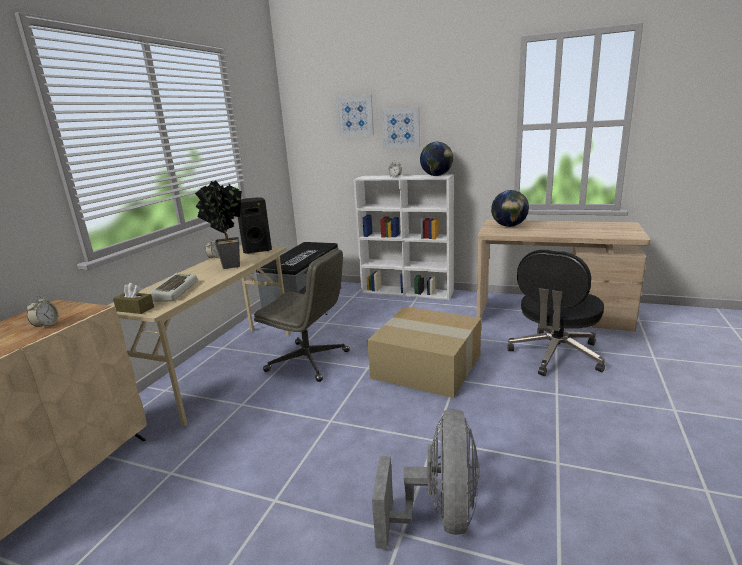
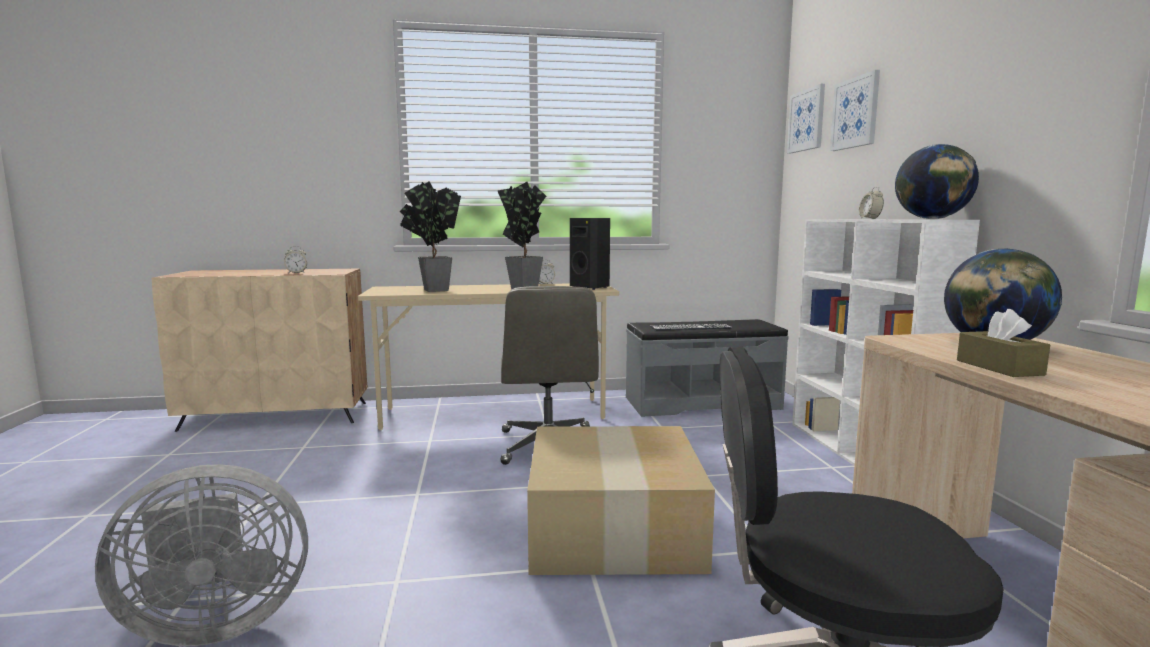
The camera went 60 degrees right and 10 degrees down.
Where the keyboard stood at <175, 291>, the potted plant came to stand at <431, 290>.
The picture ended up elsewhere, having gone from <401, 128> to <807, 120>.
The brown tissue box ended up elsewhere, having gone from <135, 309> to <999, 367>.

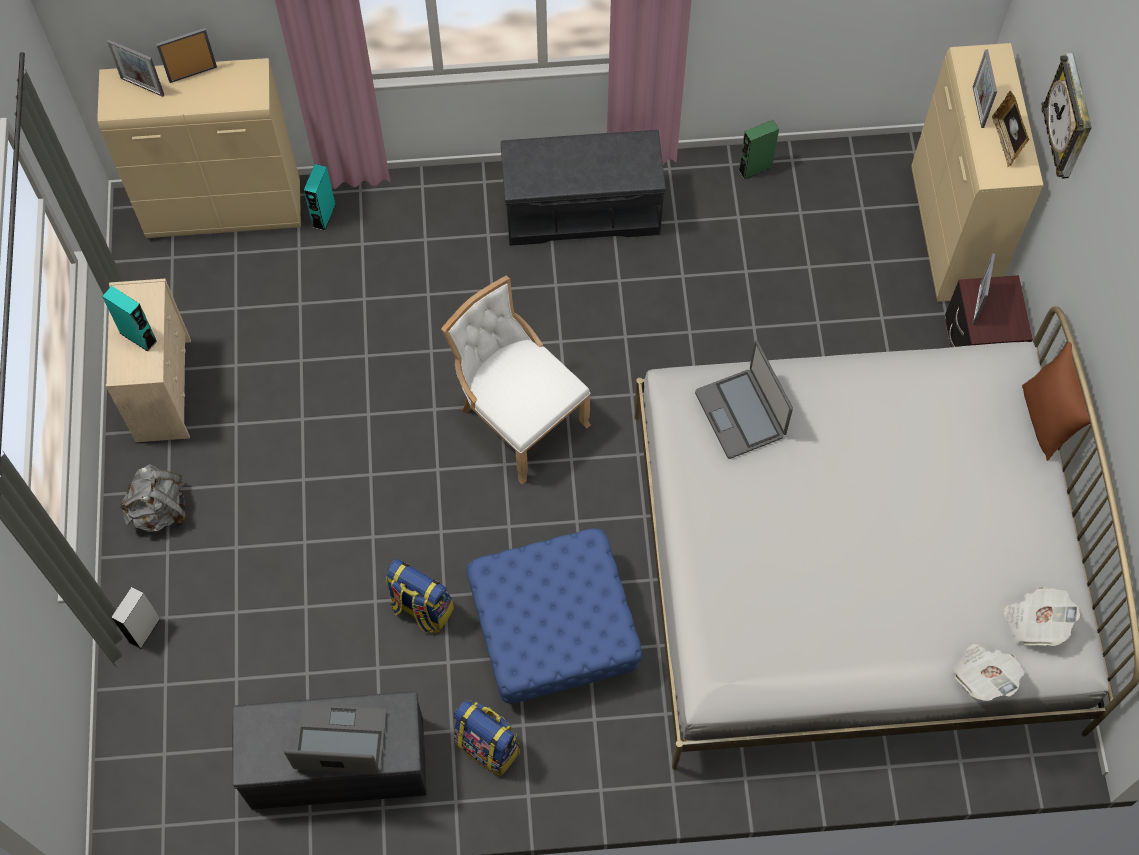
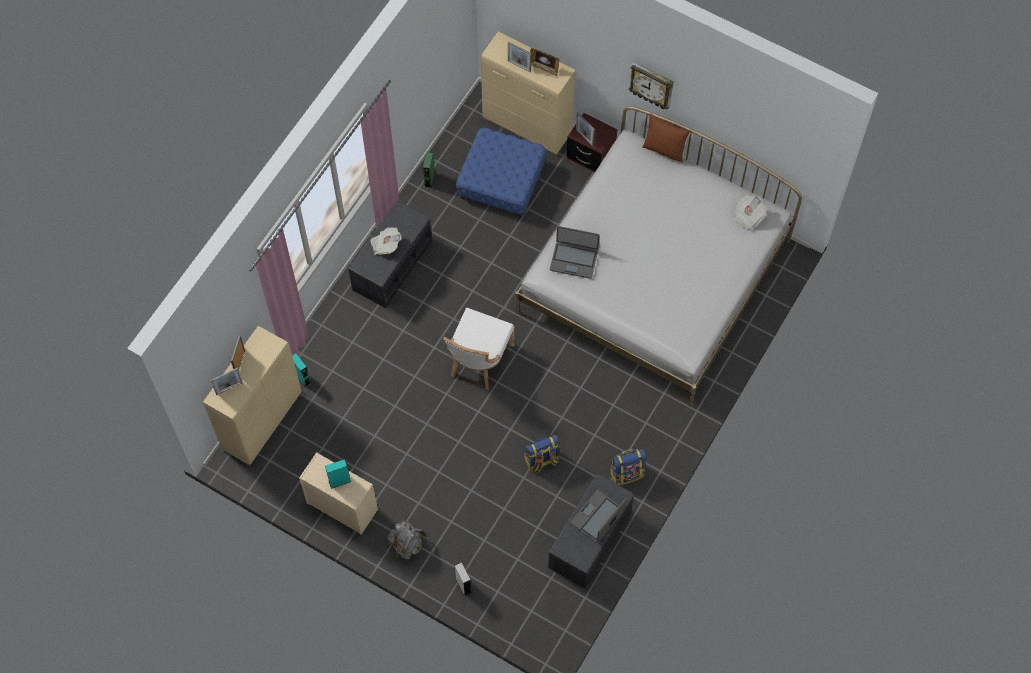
The camera went 55 degrees left and 0 degrees up.
The newspaper ended up elsewhere, having gone from <983, 676> to <385, 245>.
The white chair at <518, 417> ended up facing another way, 60 degrees counterclockwise from before.
The blue ottoman ended up elsewhere, having gone from <553, 630> to <501, 182>.
The wall clock ended up elsewhere, having gone from <1070, 119> to <651, 85>.

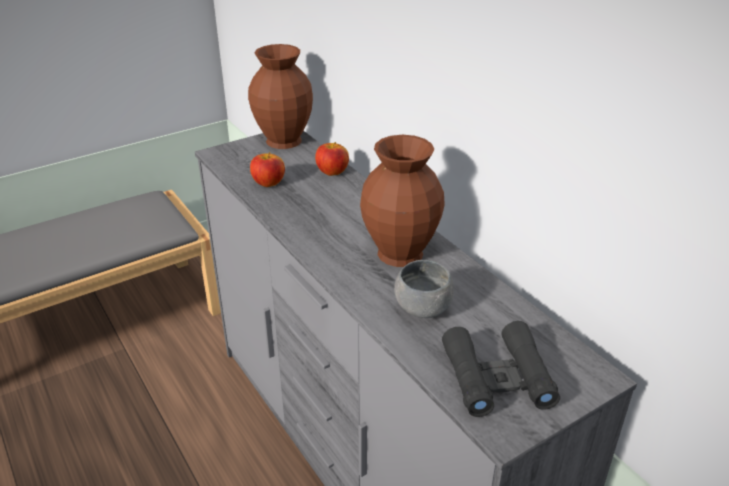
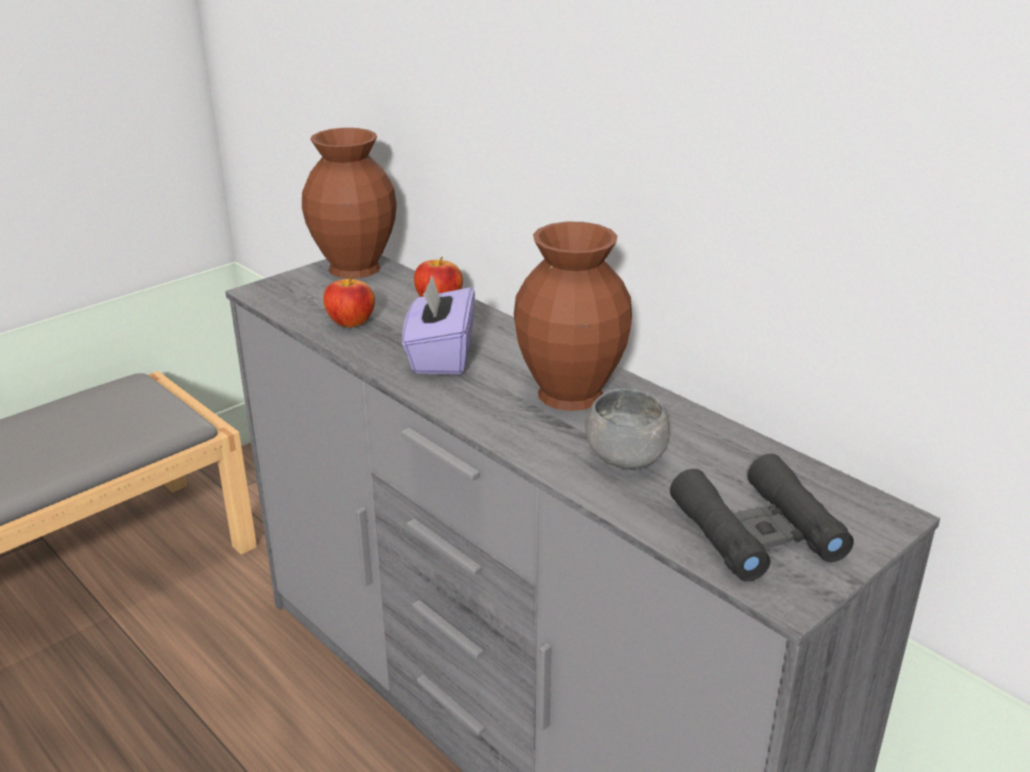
The camera went 10 degrees left and 5 degrees down.
The second view gained the purple tissue box at <440, 356>.

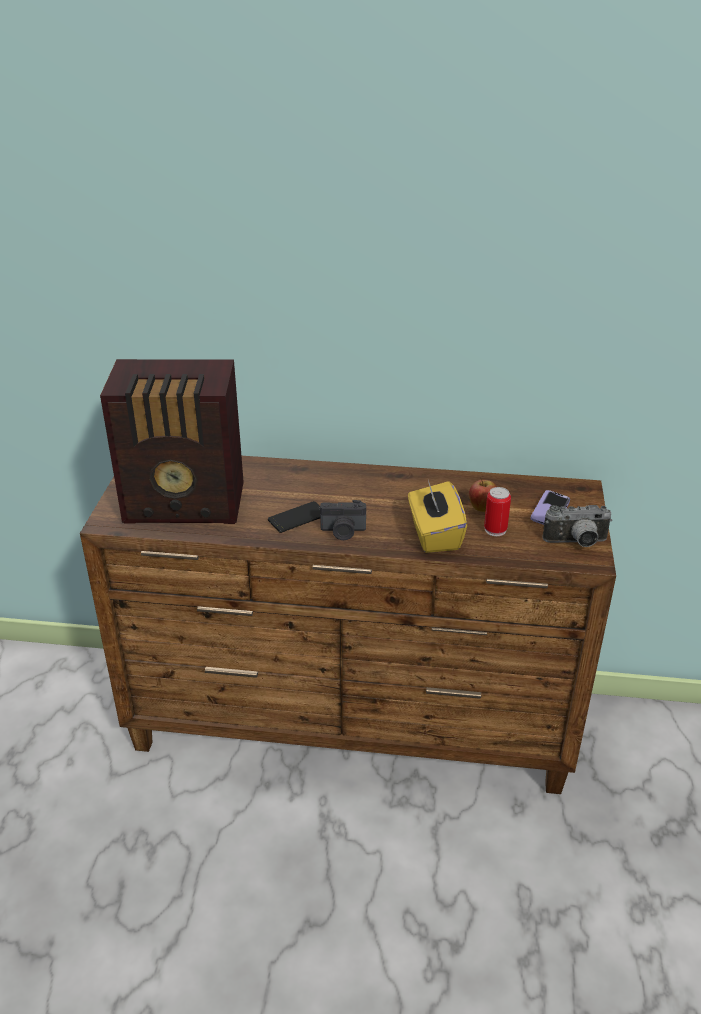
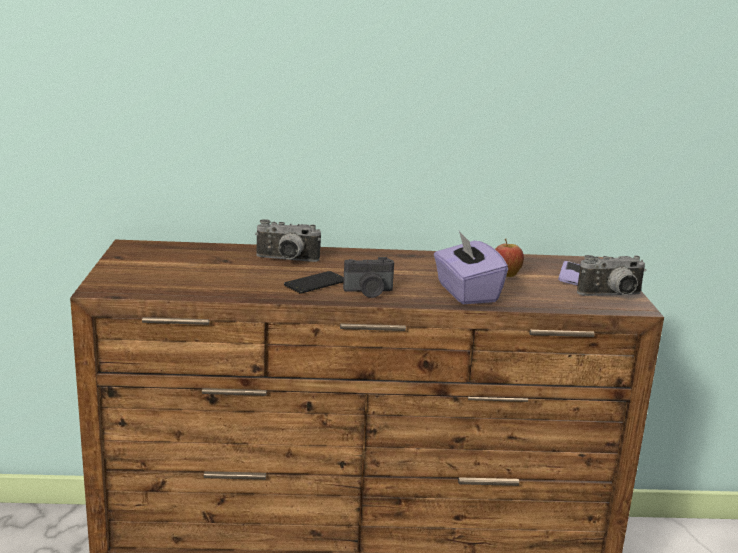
The camera went 10 degrees left and 15 degrees down.
The second view gained the photo camera at <286, 260>.
What was the yellow tissue box at <434, 535> turned into the purple tissue box at <466, 293>.
The second view lost the radio at <187, 505>.
The second view lost the can at <495, 529>.

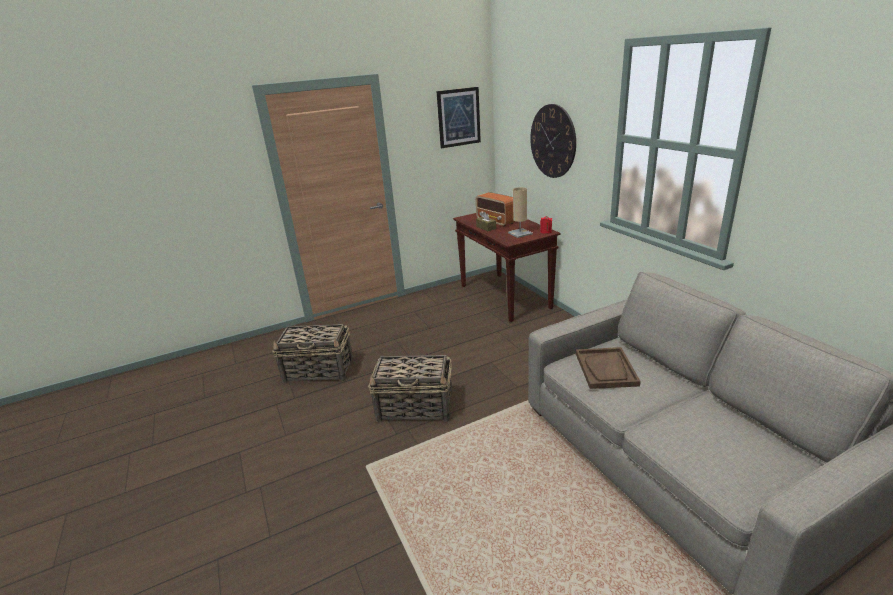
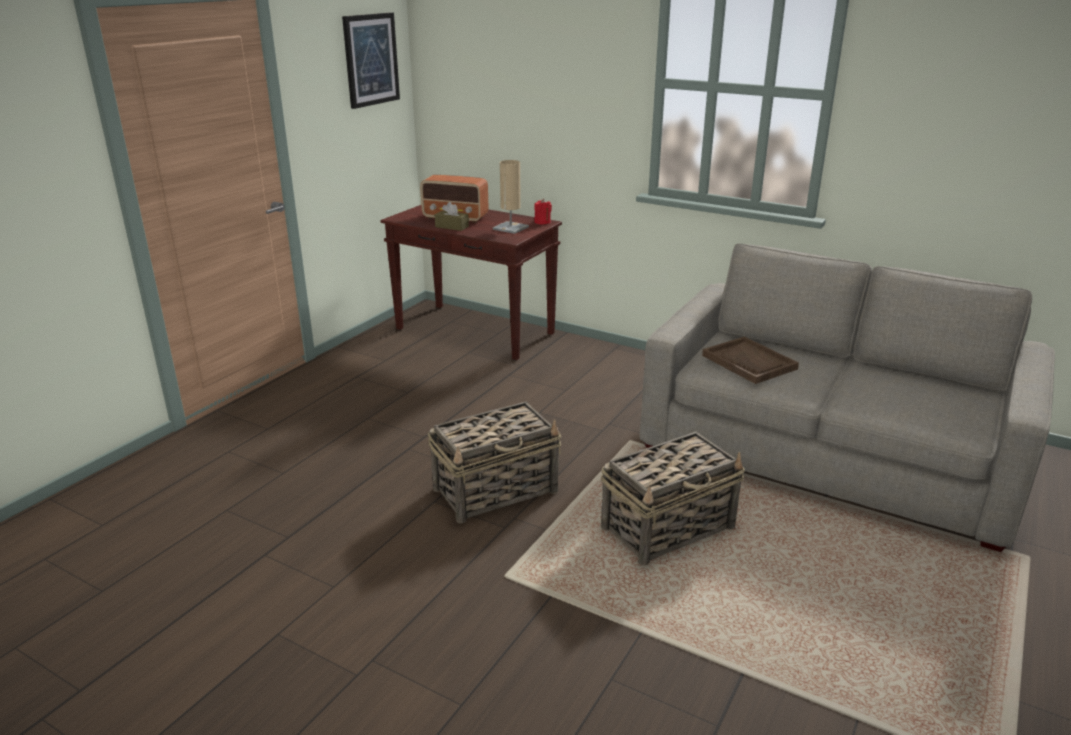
The camera went 35 degrees left and 0 degrees up.
The basket ended up elsewhere, having gone from <319, 370> to <669, 527>.
The second view lost the wall clock at <552, 141>.

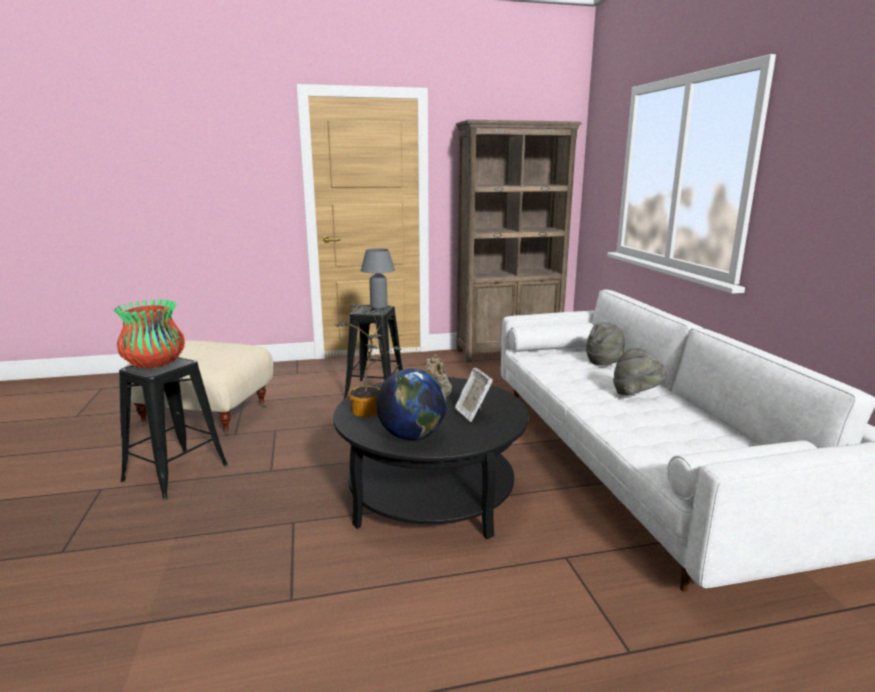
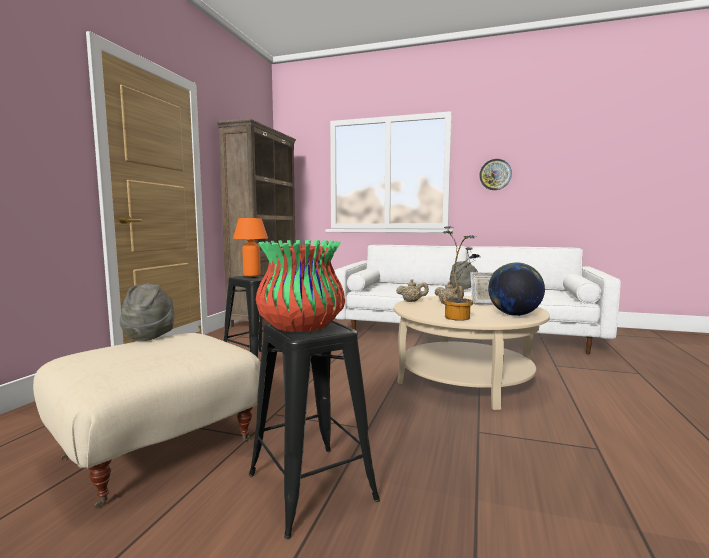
The camera went 60 degrees left and 10 degrees down.
The grey hat ended up elsewhere, having gone from <604, 361> to <150, 335>.
What was the grey table lamp at <379, 307> turned into the orange table lamp at <252, 275>.
What was the black coffee table at <431, 495> turned into the beige coffee table at <465, 379>.
The second view gained the wall clock at <495, 174>.

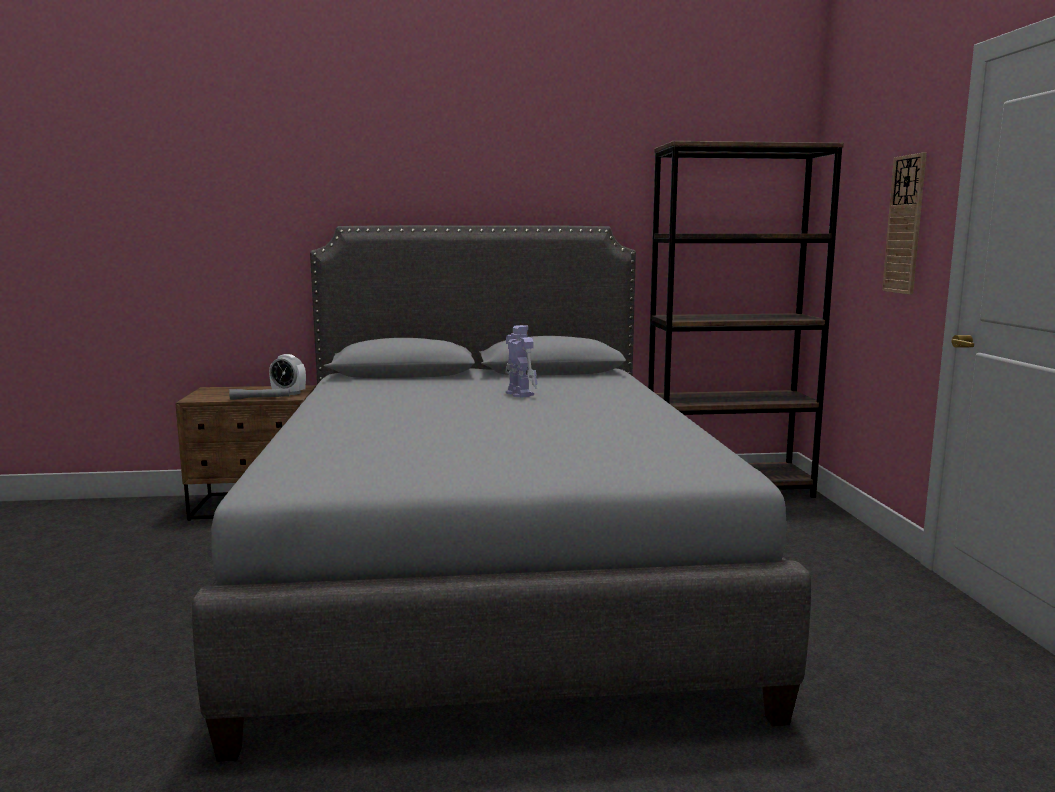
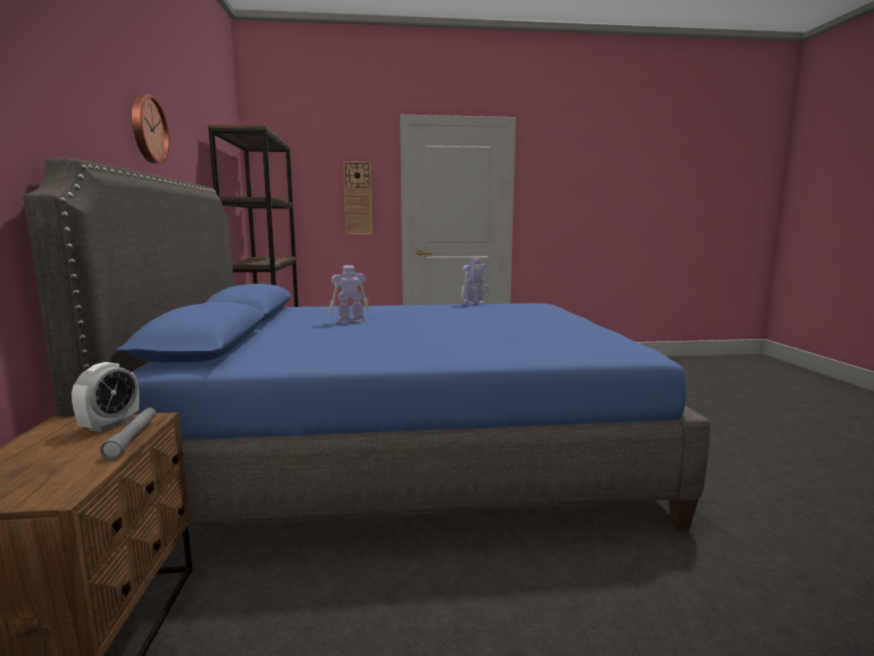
The camera went 90 degrees left and 0 degrees up.
What was the grey bed at <488, 573> turned into the blue bed at <401, 456>.
The second view gained the wall clock at <147, 129>.
The second view gained the toy robot at <474, 303>.

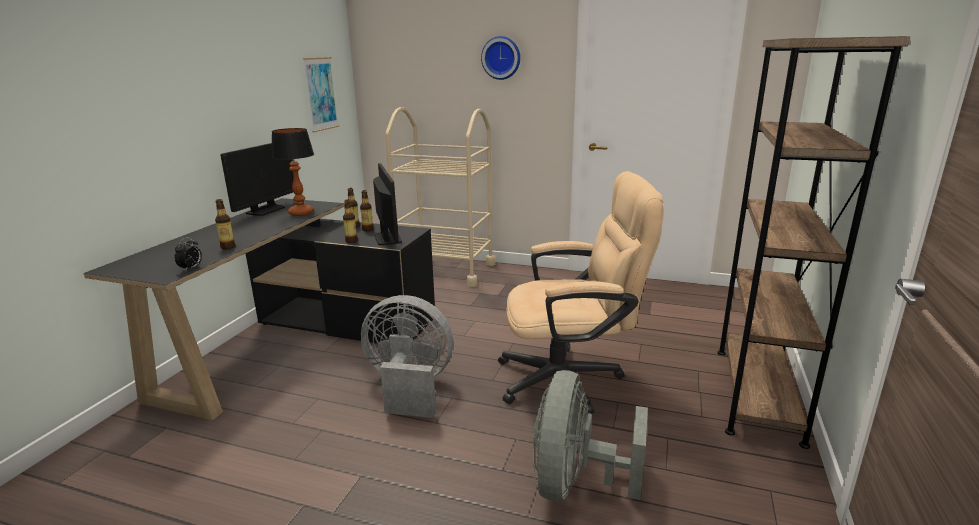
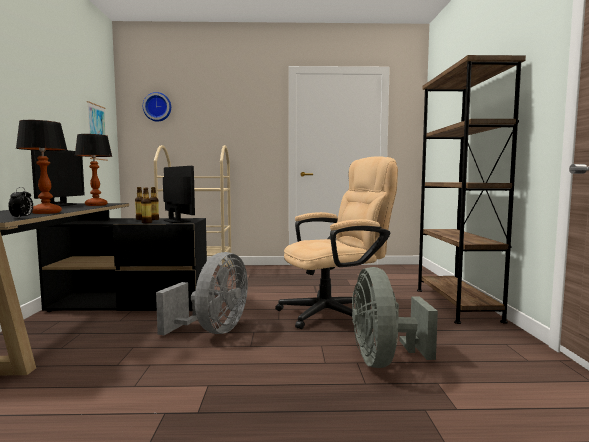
The camera went 20 degrees left and 15 degrees down.
Where the bottle stood at <228, 247>, the table lamp came to stand at <47, 212>.
The wall clock ended up elsewhere, having gone from <501, 58> to <157, 107>.
The grey fan at <409, 387> ended up facing another way, 120 degrees clockwise from before.

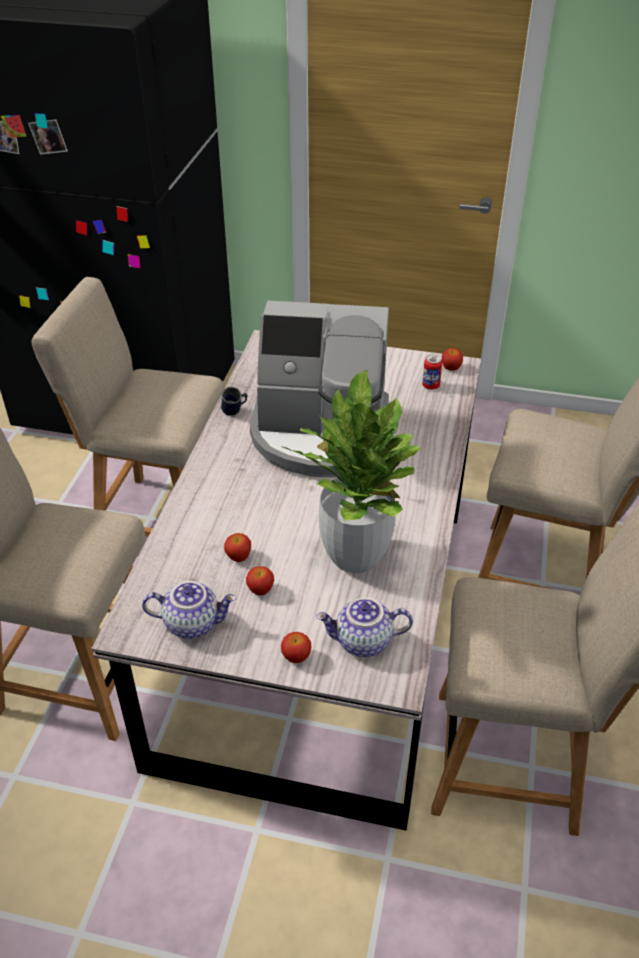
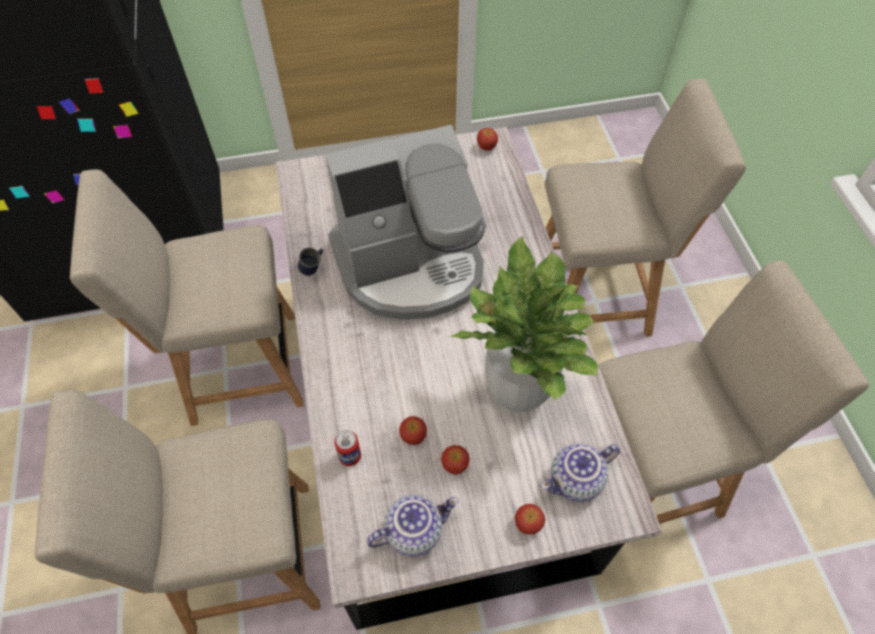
The camera went 25 degrees left and 15 degrees up.
The can ended up elsewhere, having gone from <430, 386> to <350, 456>.

